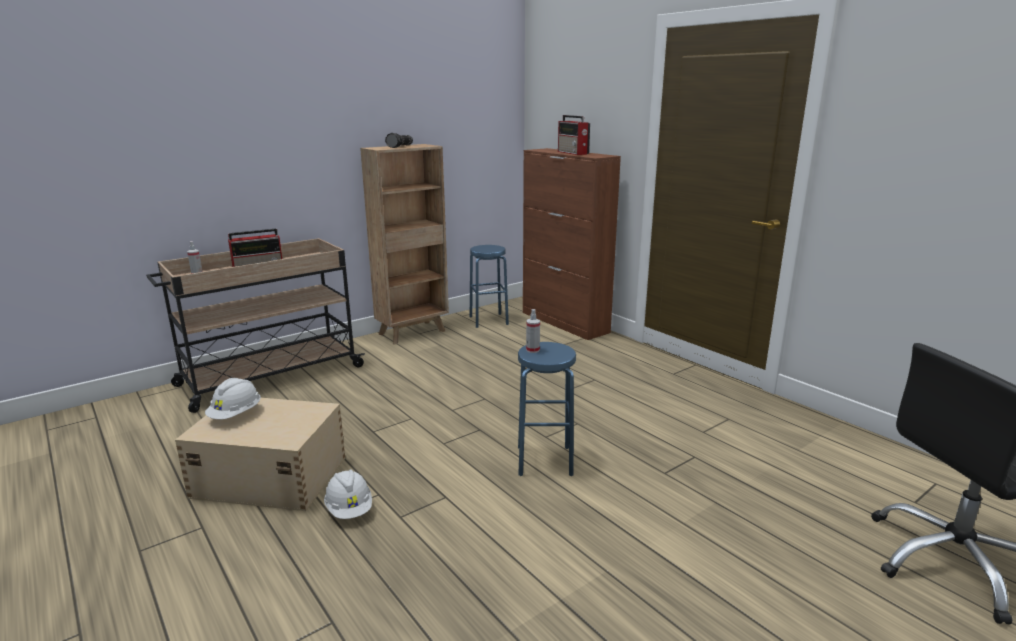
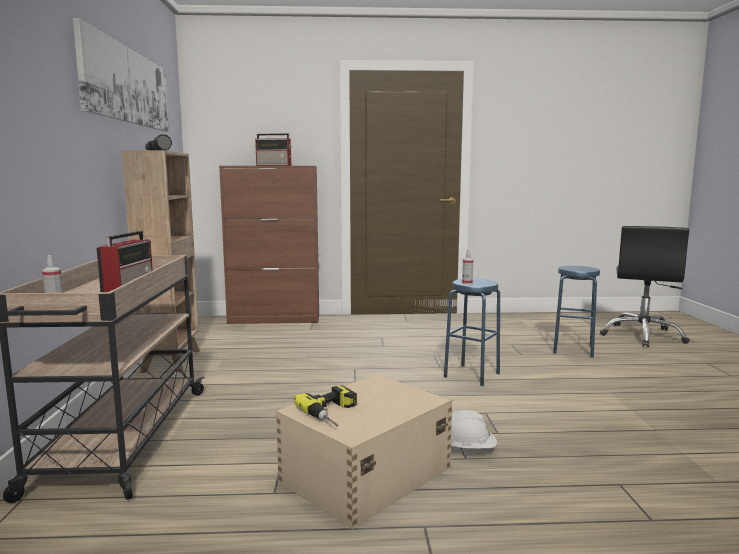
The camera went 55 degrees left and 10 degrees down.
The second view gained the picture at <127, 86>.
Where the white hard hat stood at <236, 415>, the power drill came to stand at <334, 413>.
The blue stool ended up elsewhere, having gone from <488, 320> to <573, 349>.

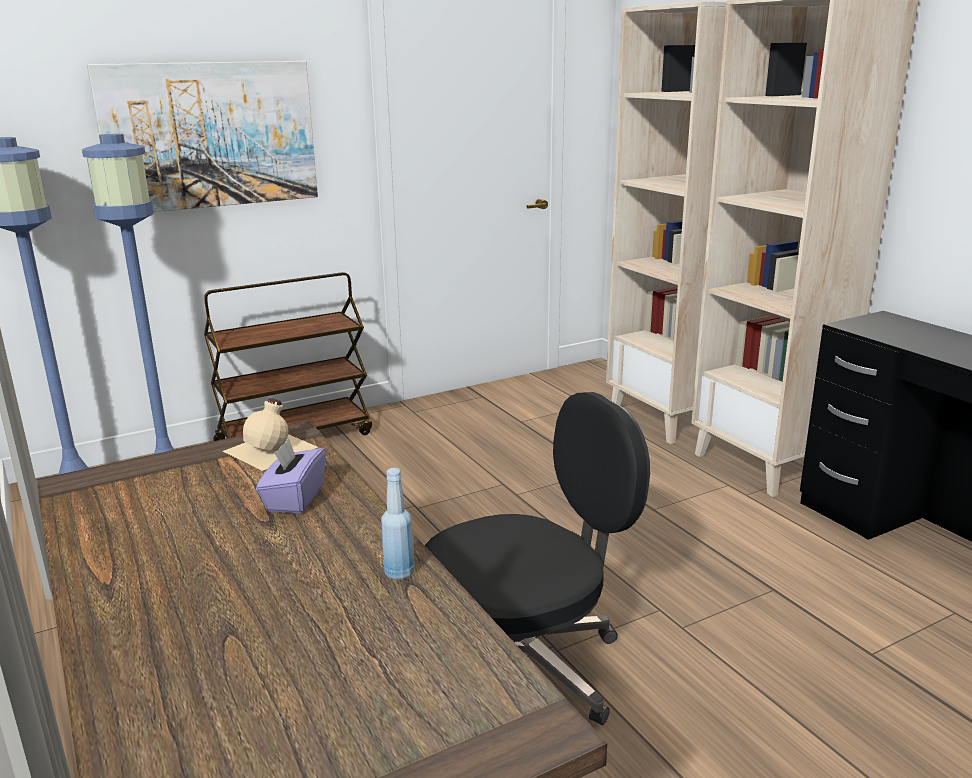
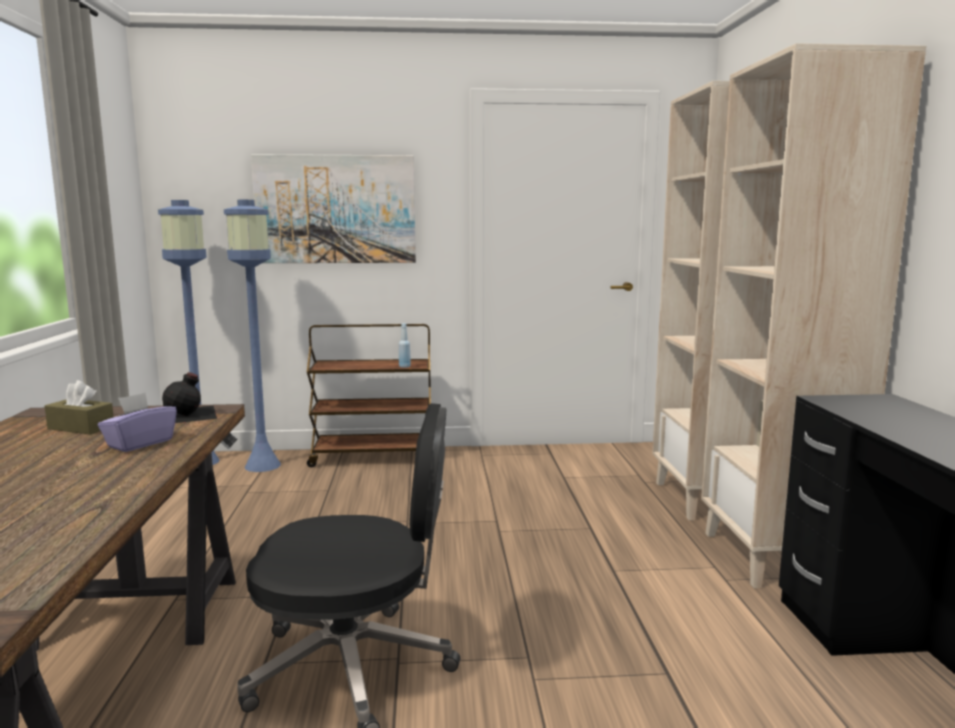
The camera went 25 degrees right and 10 degrees down.
The second view gained the brown tissue box at <81, 427>.
What was the beige bottle at <272, 449> turned into the black bottle at <187, 414>.
The blue bottle ended up elsewhere, having gone from <399, 573> to <404, 366>.

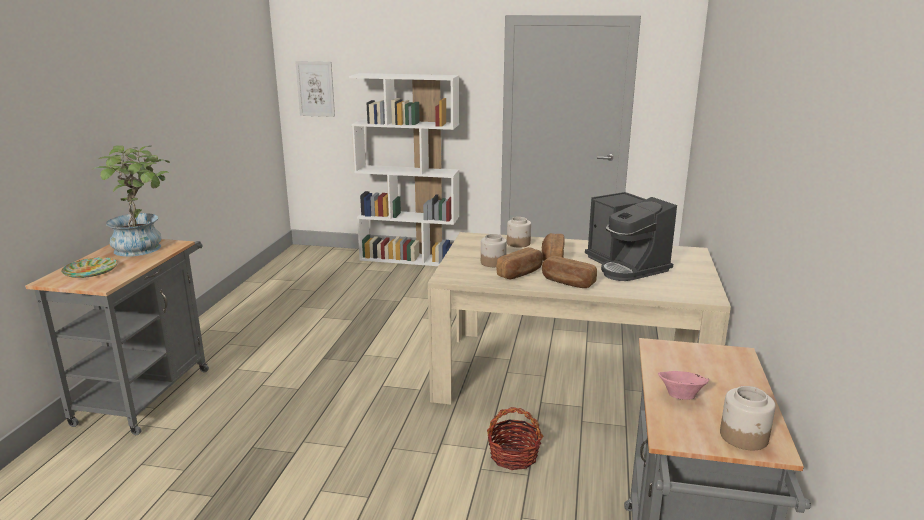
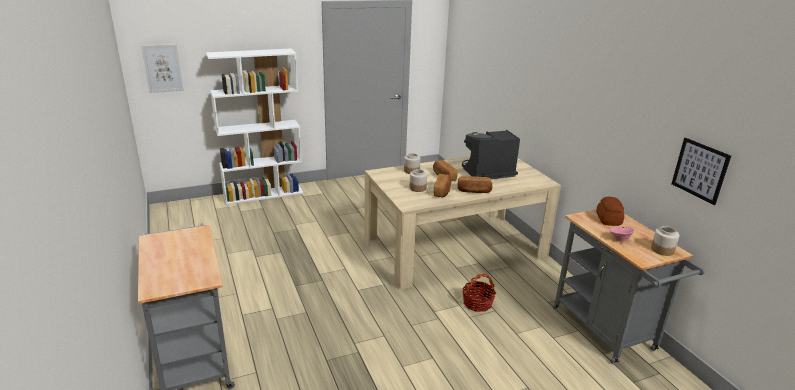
The camera went 35 degrees left and 5 degrees up.
The coffee machine at <626, 266> ended up facing another way, 135 degrees clockwise from before.
The second view gained the bread at <608, 219>.
The second view gained the picture at <700, 170>.
The second view lost the plate at <91, 271>.
The second view lost the potted plant at <145, 248>.

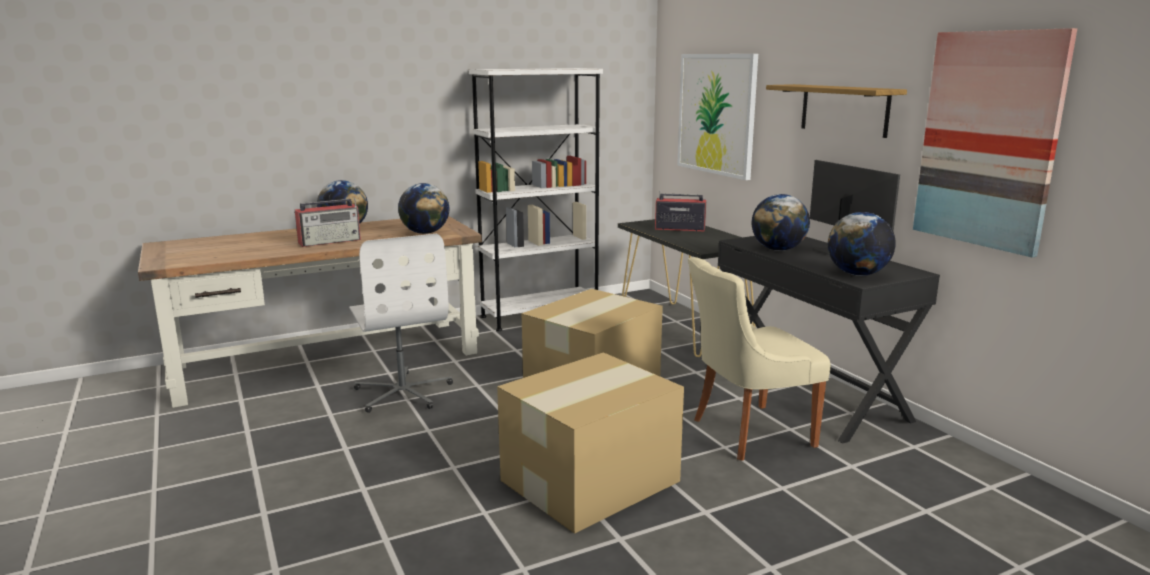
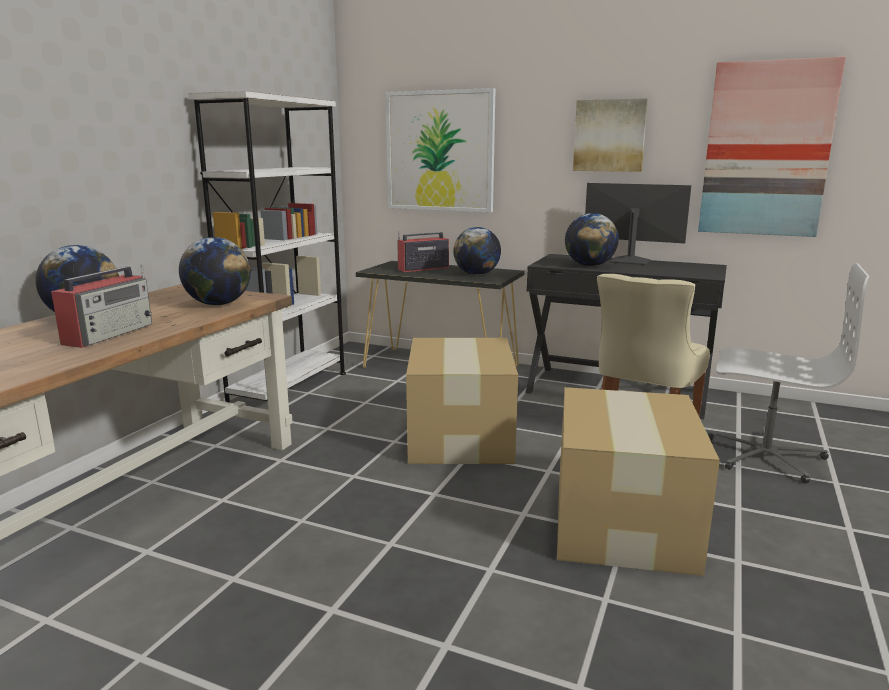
The camera went 40 degrees left and 0 degrees up.
The globe ended up elsewhere, having gone from <857, 274> to <476, 274>.
Where the shelf hung at <844, 109>, the picture came to hang at <609, 135>.
The white office chair ended up elsewhere, having gone from <403, 392> to <764, 455>.

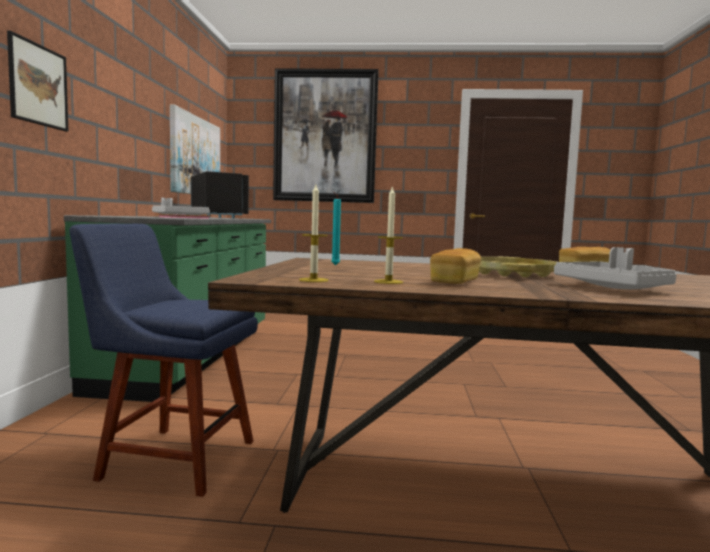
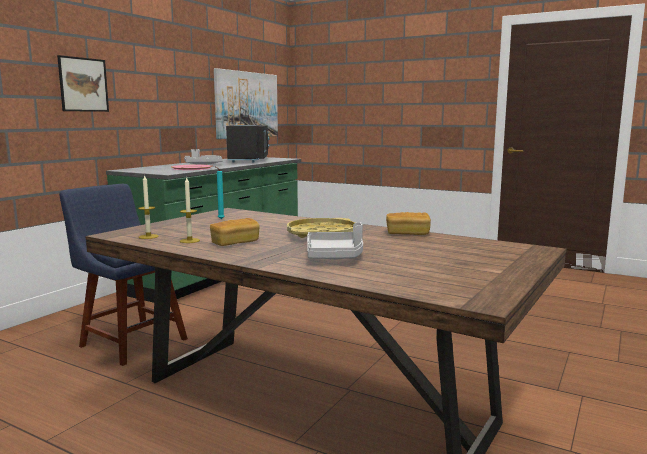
The camera went 25 degrees right and 5 degrees up.
The second view lost the picture at <325, 136>.

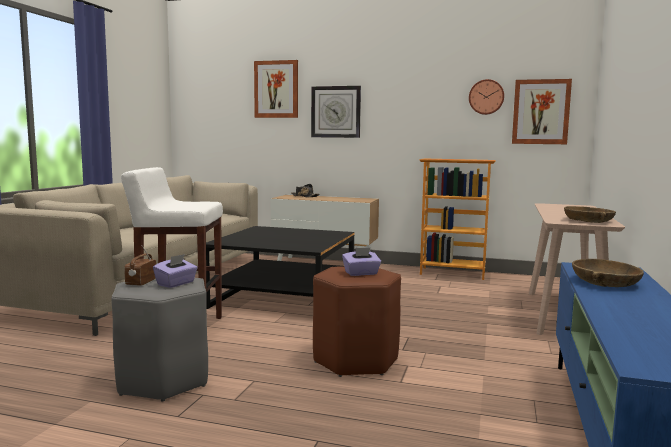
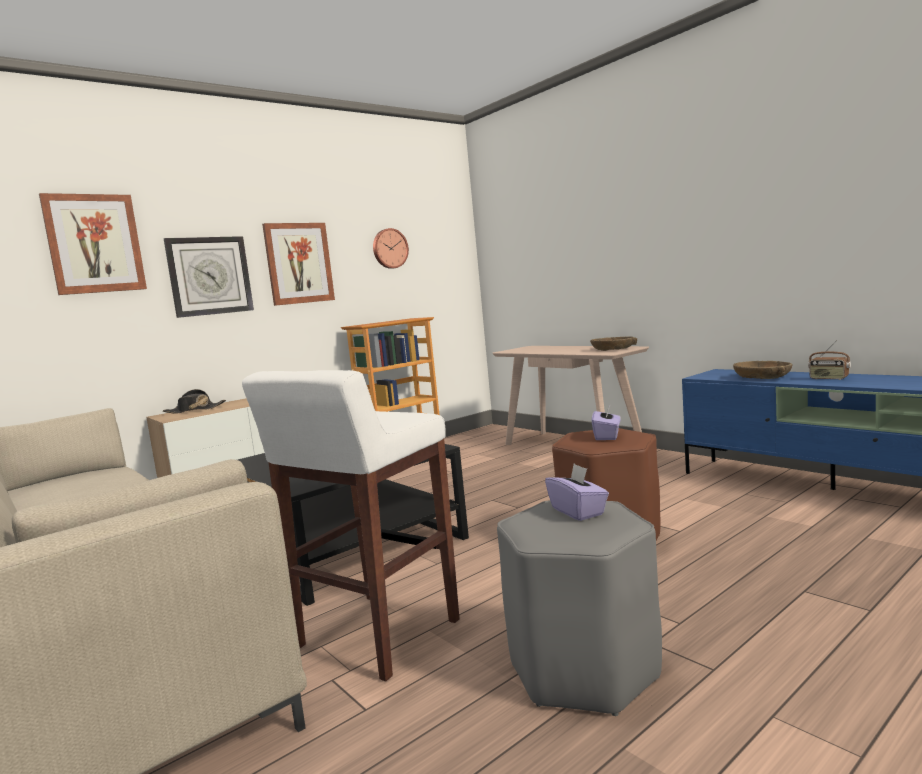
The camera went 55 degrees left and 0 degrees up.
The picture ended up elsewhere, having gone from <541, 112> to <299, 263>.
The radio ended up elsewhere, having gone from <140, 282> to <828, 378>.

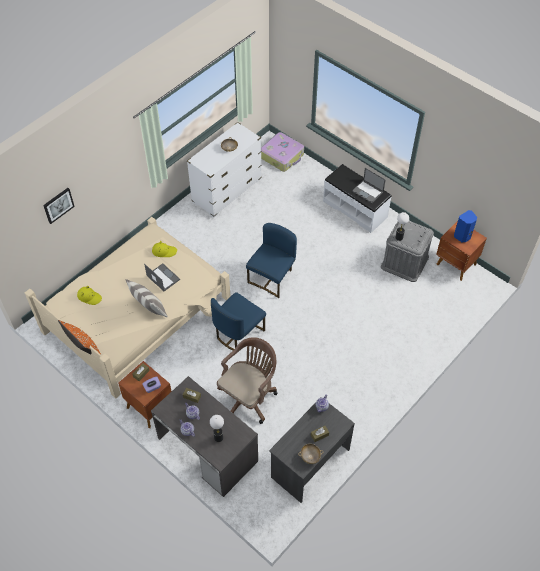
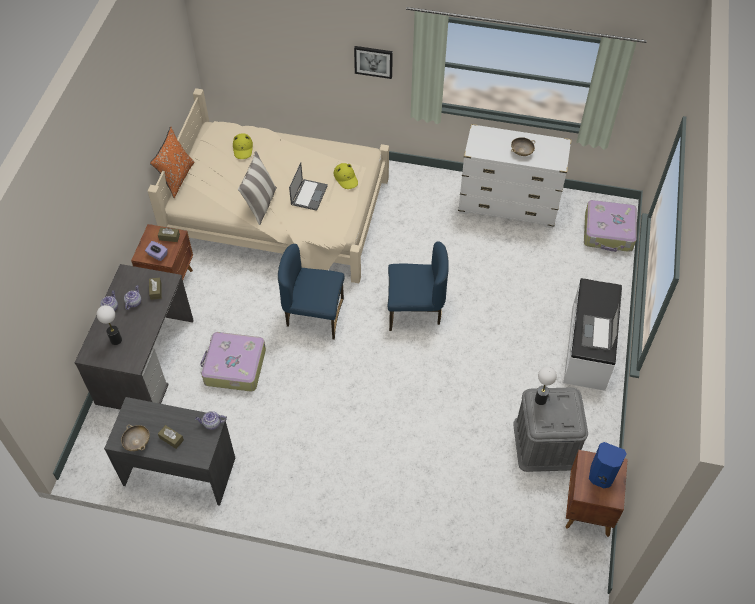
The camera went 60 degrees right and 0 degrees up.
Where the brown office chair stood at <248, 397>, the suitcase came to stand at <234, 367>.
The picture ended up elsewhere, having gone from <58, 205> to <373, 61>.

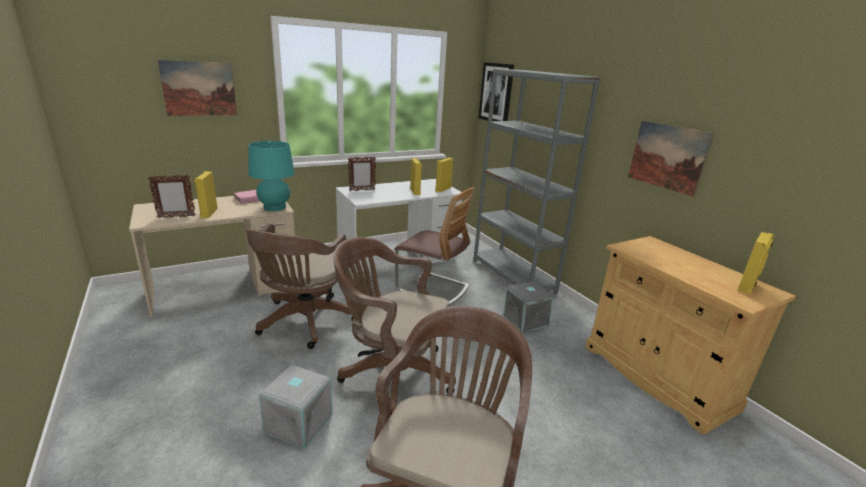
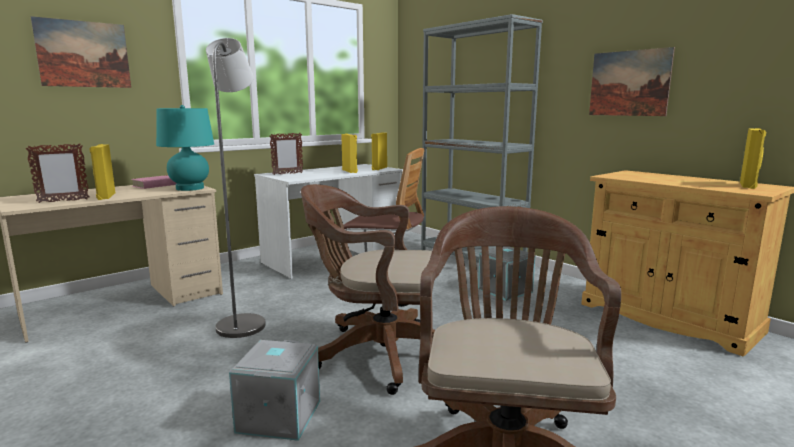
The camera went 10 degrees left and 10 degrees down.
Where the brown office chair stood at <304, 323>, the grey floor lamp came to stand at <244, 323>.
The second view lost the picture at <496, 93>.

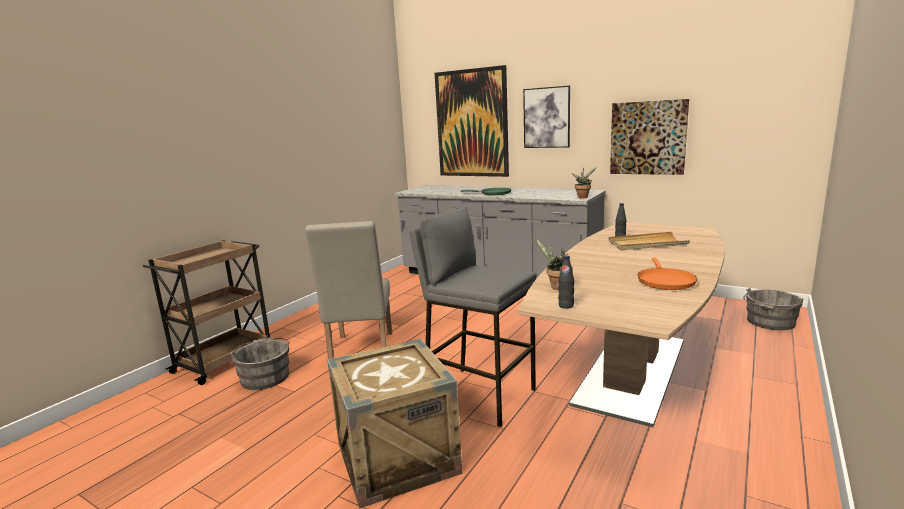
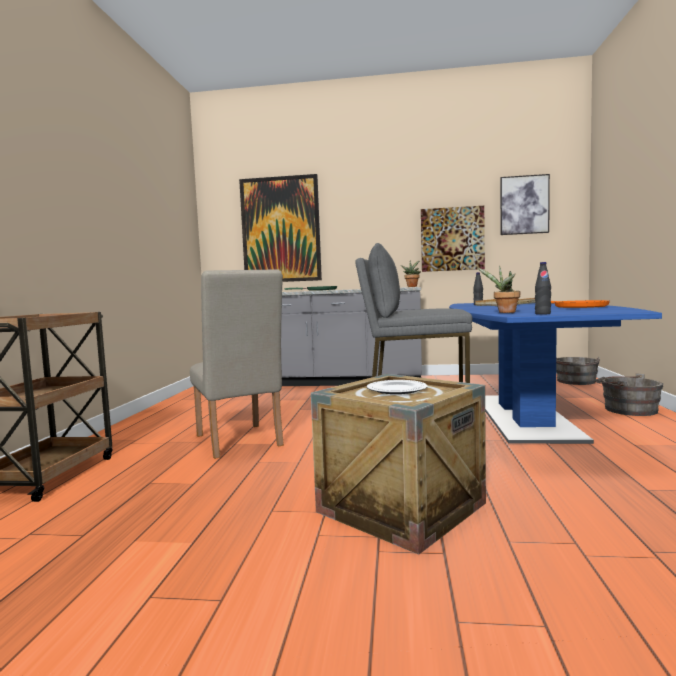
The camera went 25 degrees left and 10 degrees down.
The second view gained the plate at <396, 389>.
What was the brown dining table at <631, 371> turned into the blue dining table at <524, 417>.
The picture ended up elsewhere, having gone from <546, 117> to <524, 205>.
The grey bucket ended up elsewhere, having gone from <265, 376> to <627, 409>.

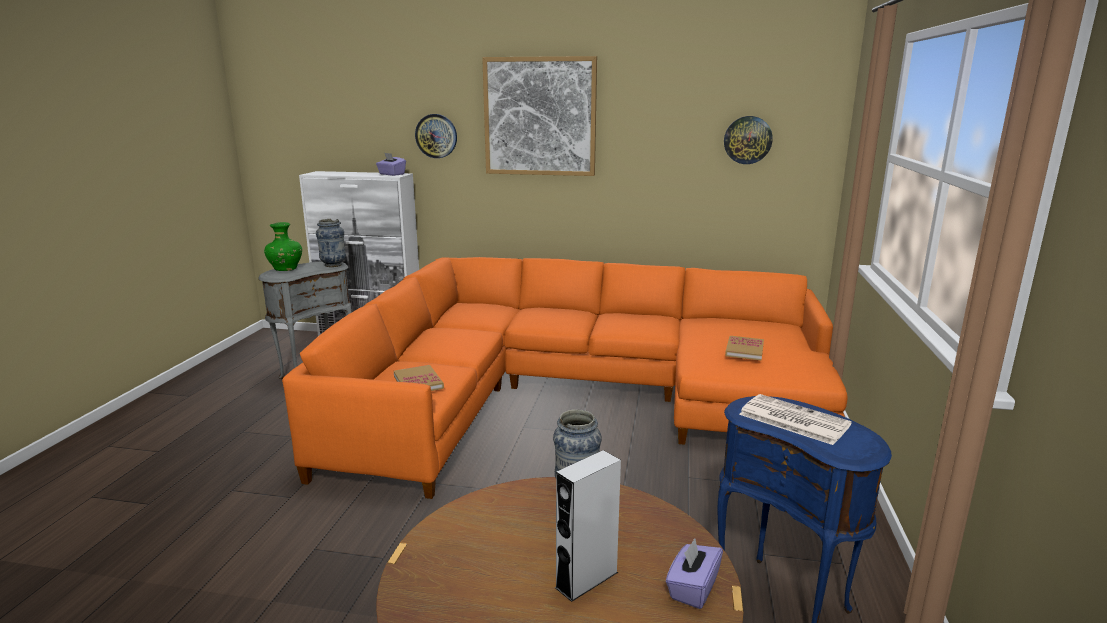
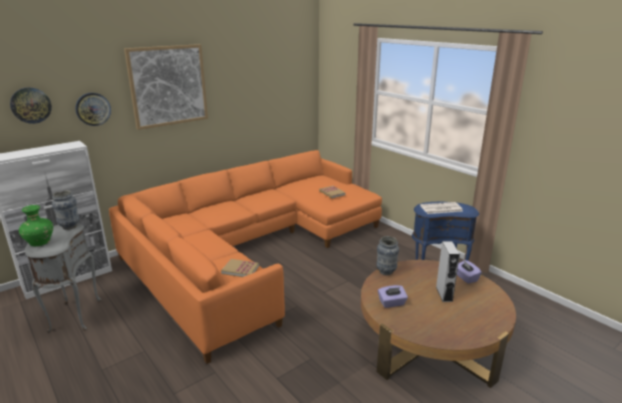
The camera went 50 degrees left and 5 degrees up.
The wall clock ended up elsewhere, having gone from <747, 140> to <31, 105>.
The purple tissue box ended up elsewhere, having gone from <391, 174> to <392, 303>.

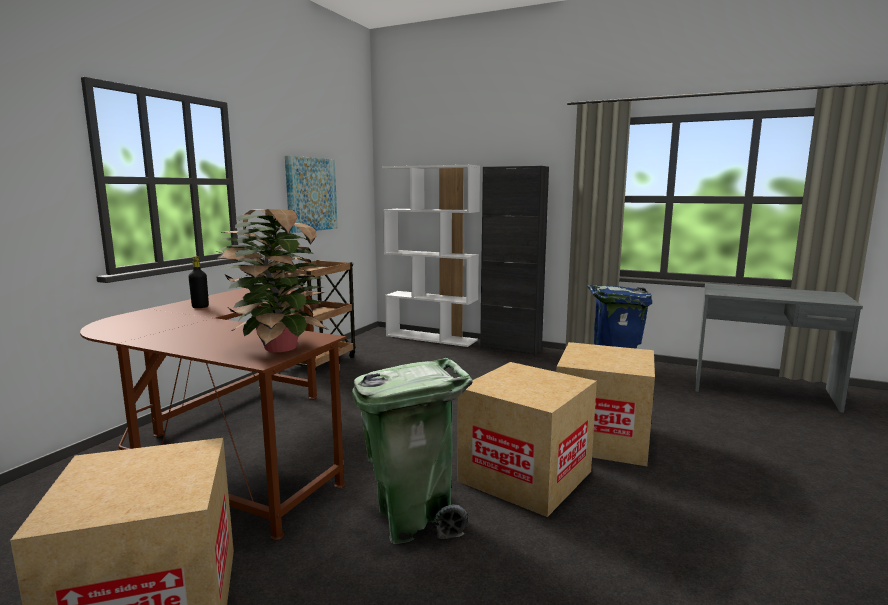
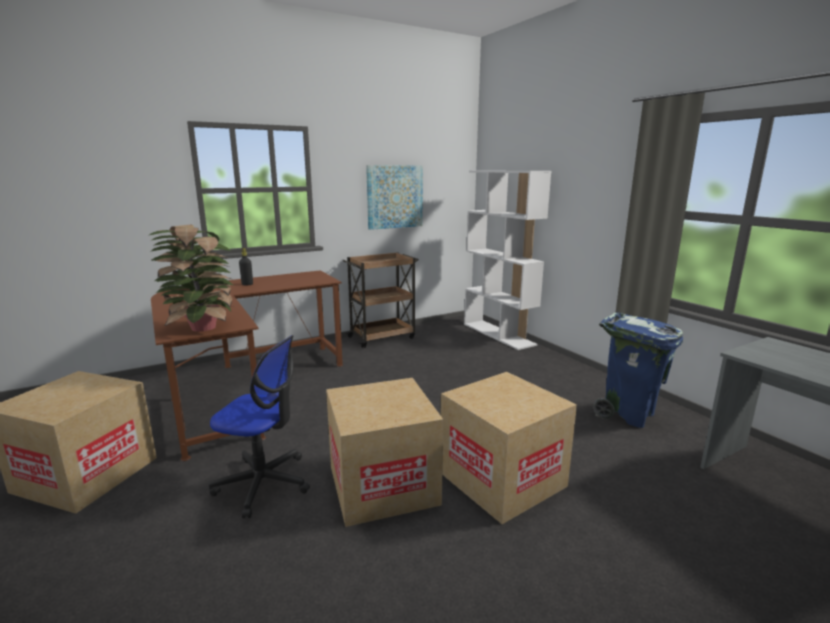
The camera went 35 degrees right and 5 degrees up.
Where the green trash can stood at <414, 519>, the office chair came to stand at <264, 483>.
The second view lost the black cabinet at <511, 348>.

